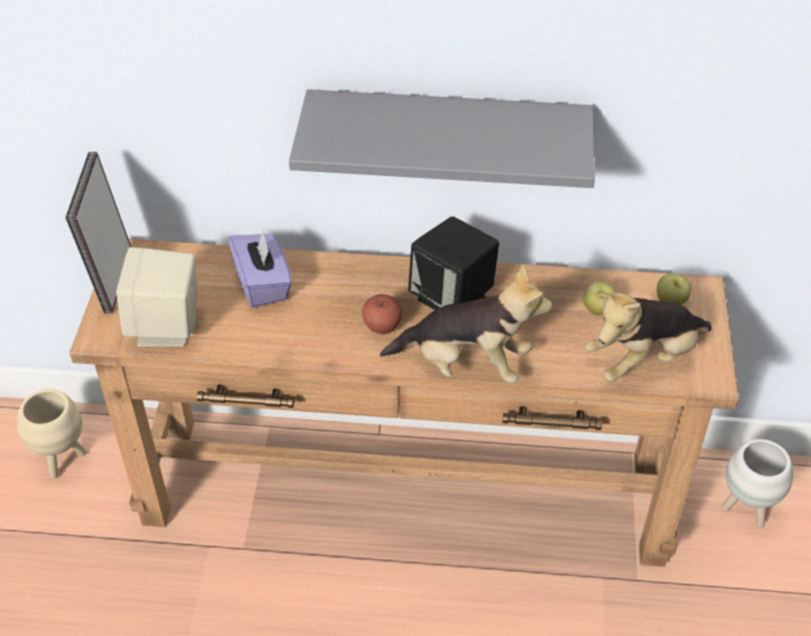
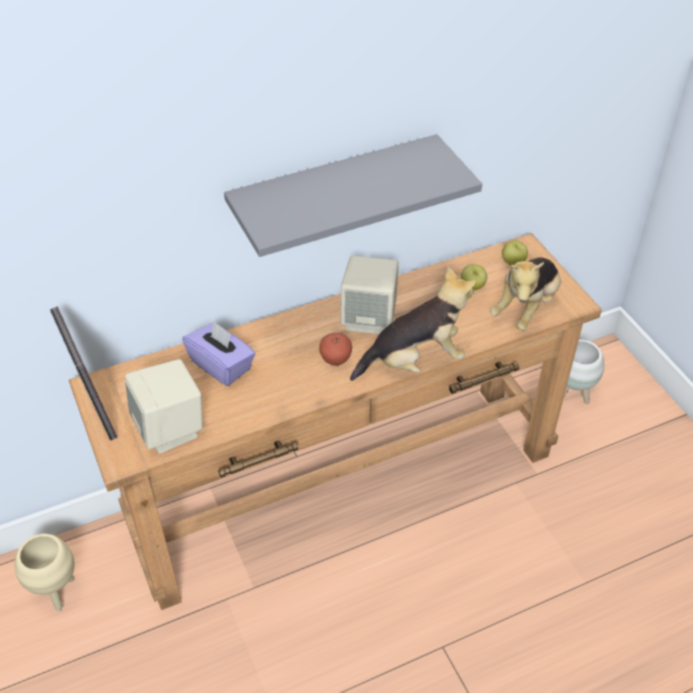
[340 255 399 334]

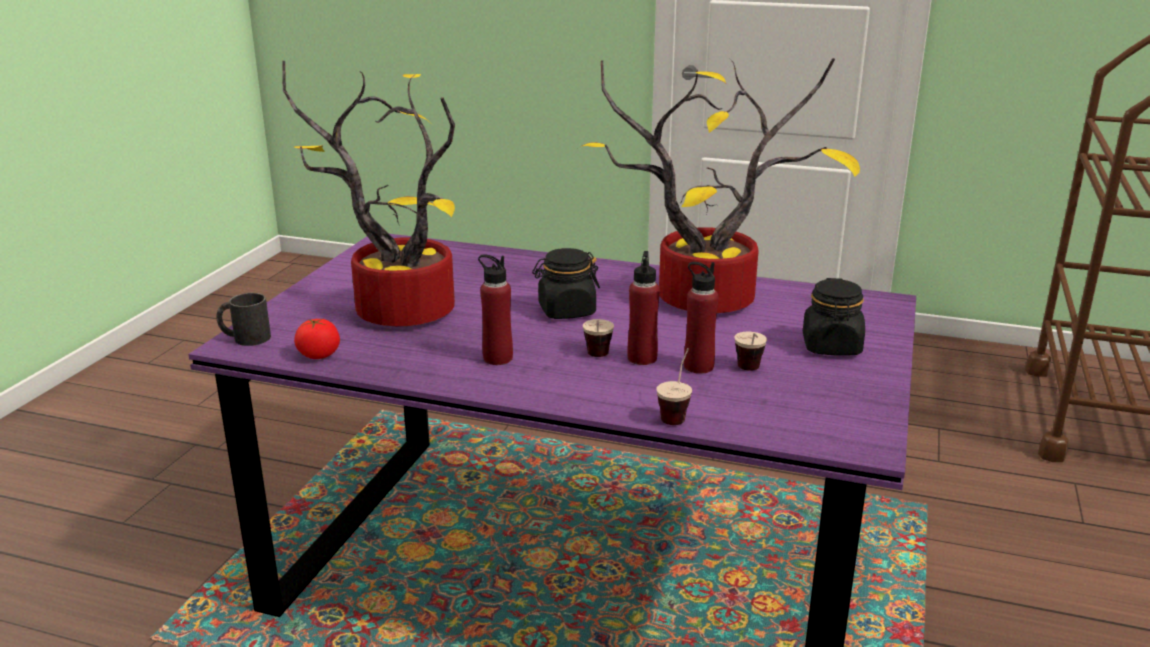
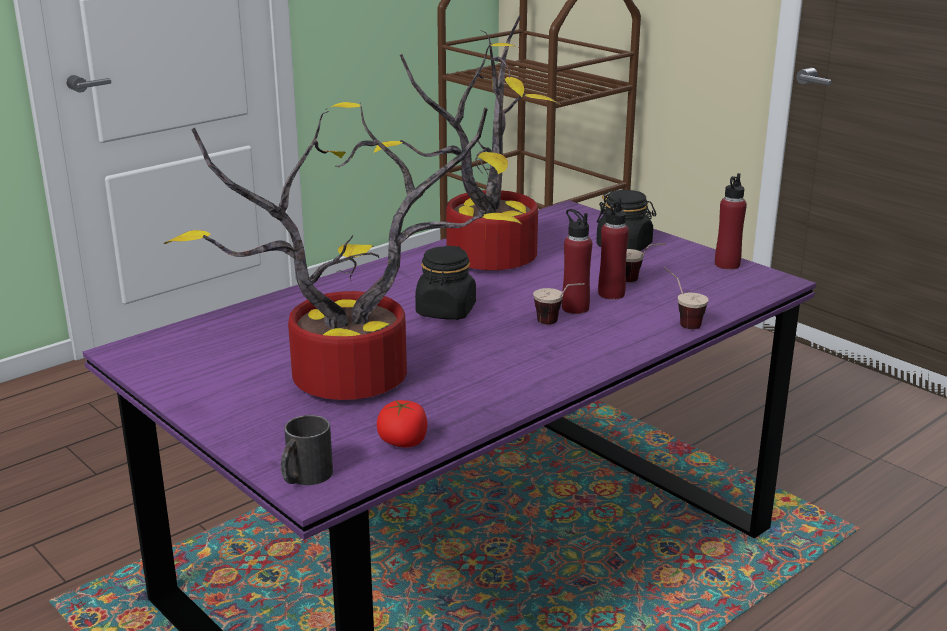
[715 173 747 270]

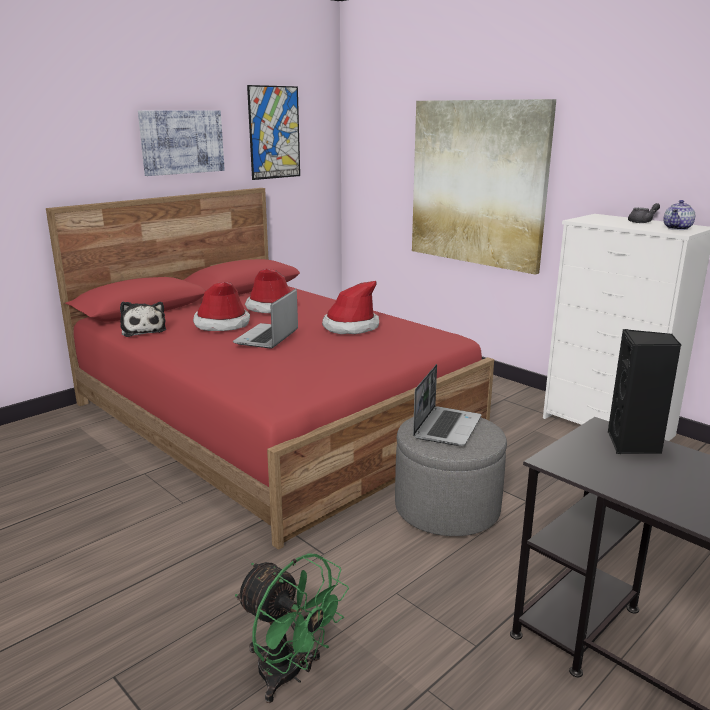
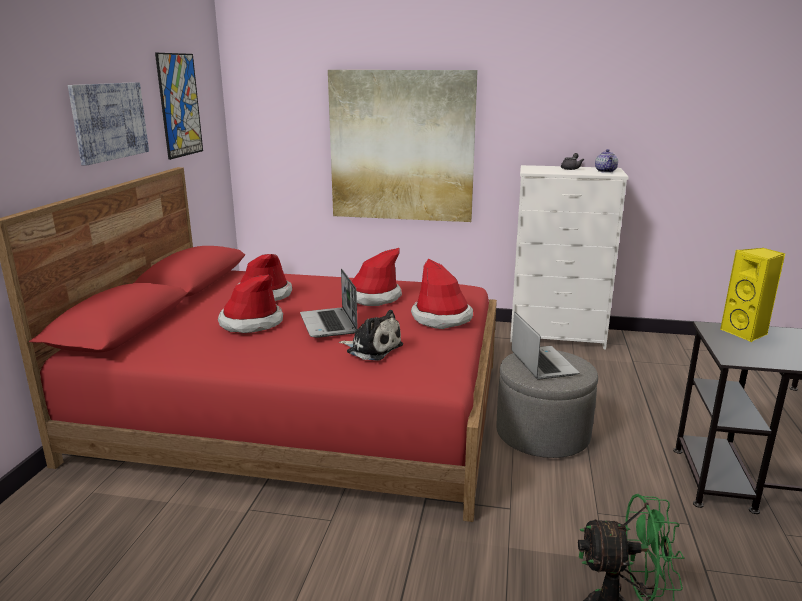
[339 310 403 361]
[720 248 785 342]
[411 259 473 329]

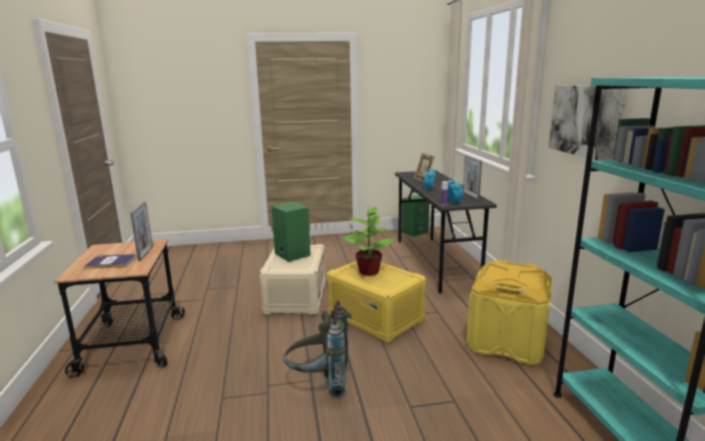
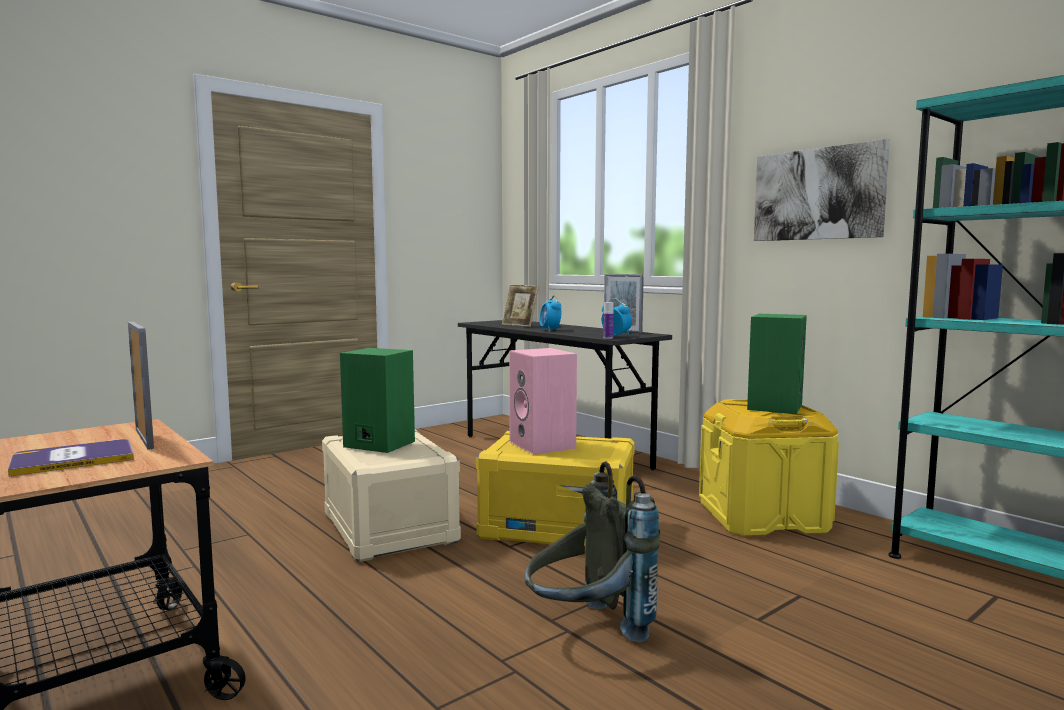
[747 314 807 414]
[509 348 577 455]

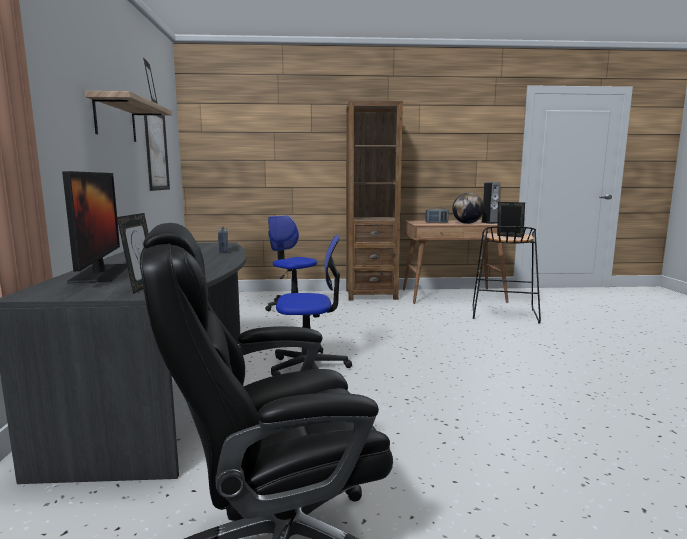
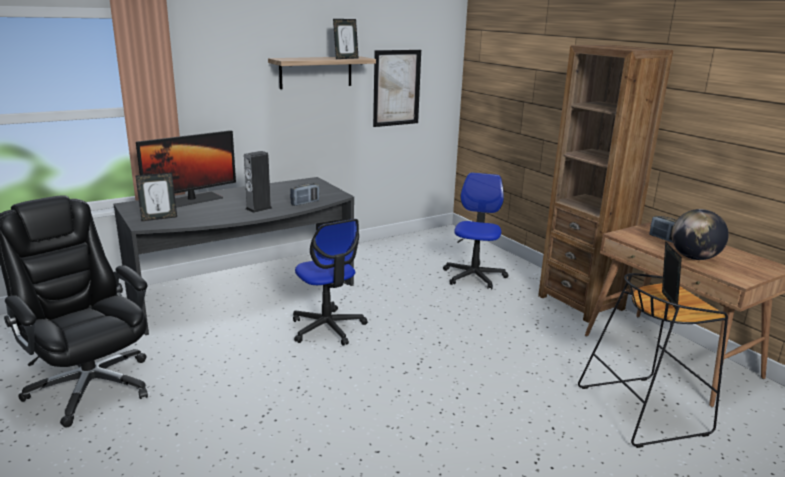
[244 151 272 213]

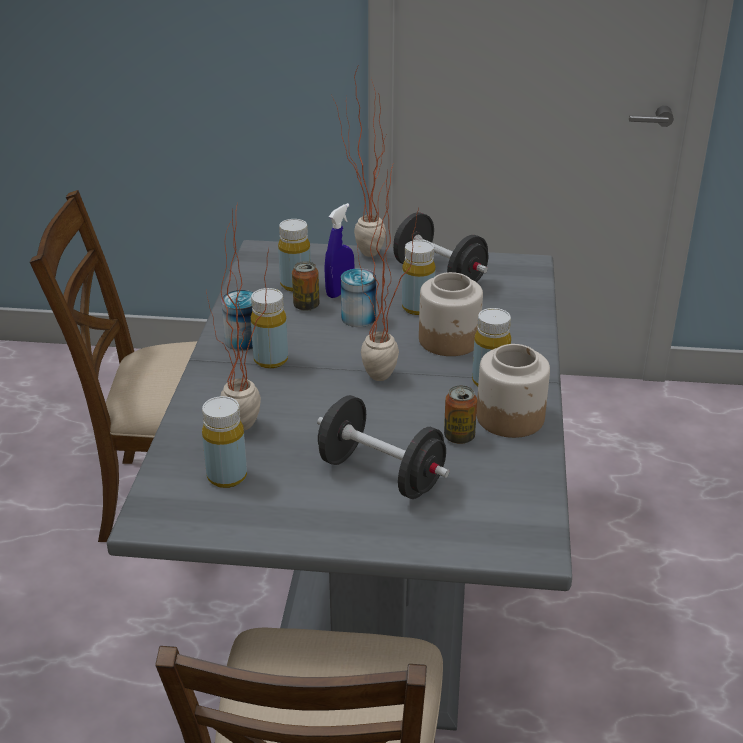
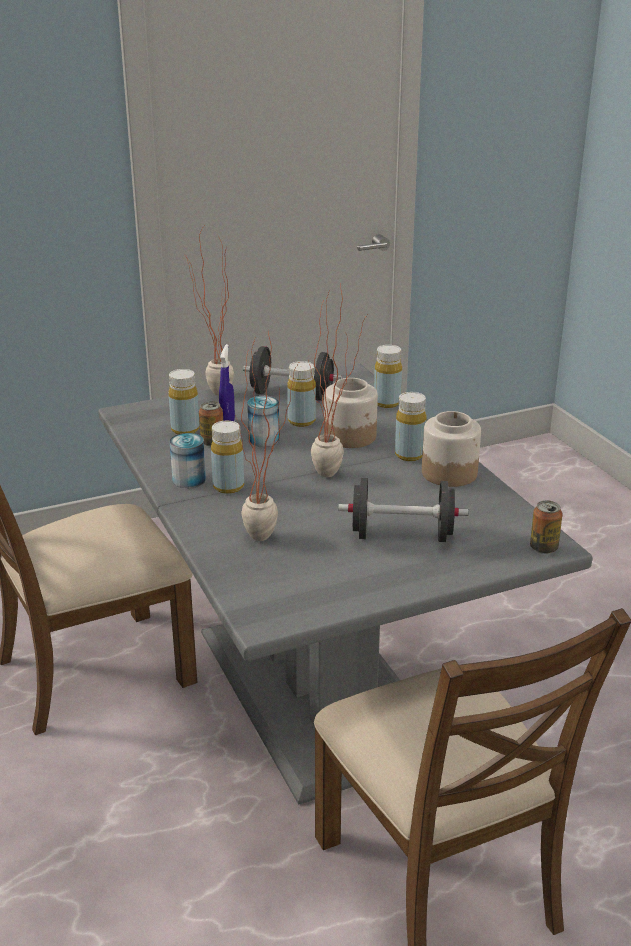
[530 500 562 554]
[374 345 402 408]

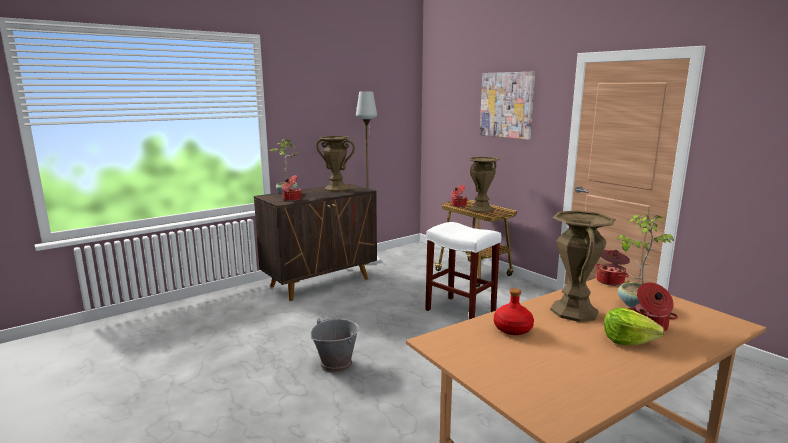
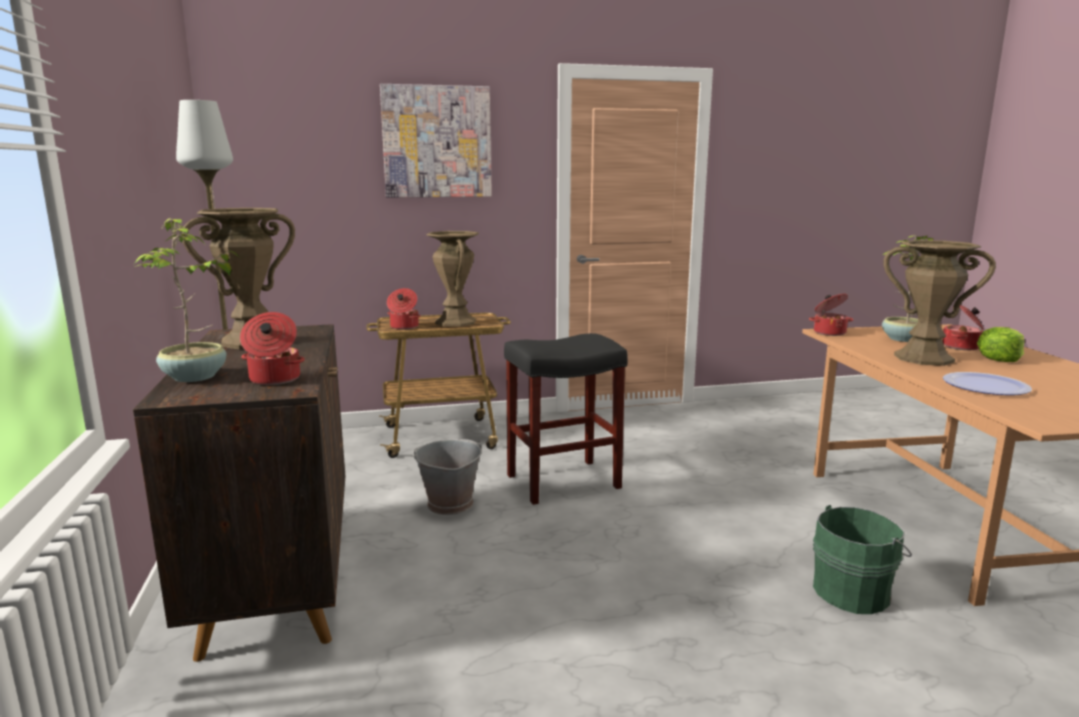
[504 333 628 505]
[943 372 1032 395]
[411 439 482 515]
[813 505 912 614]

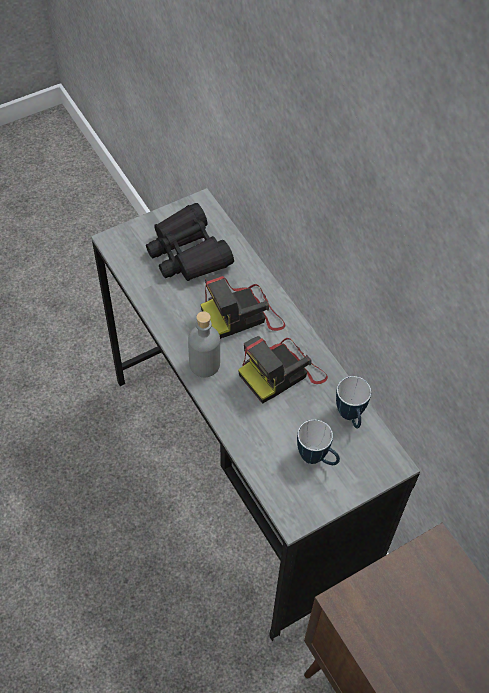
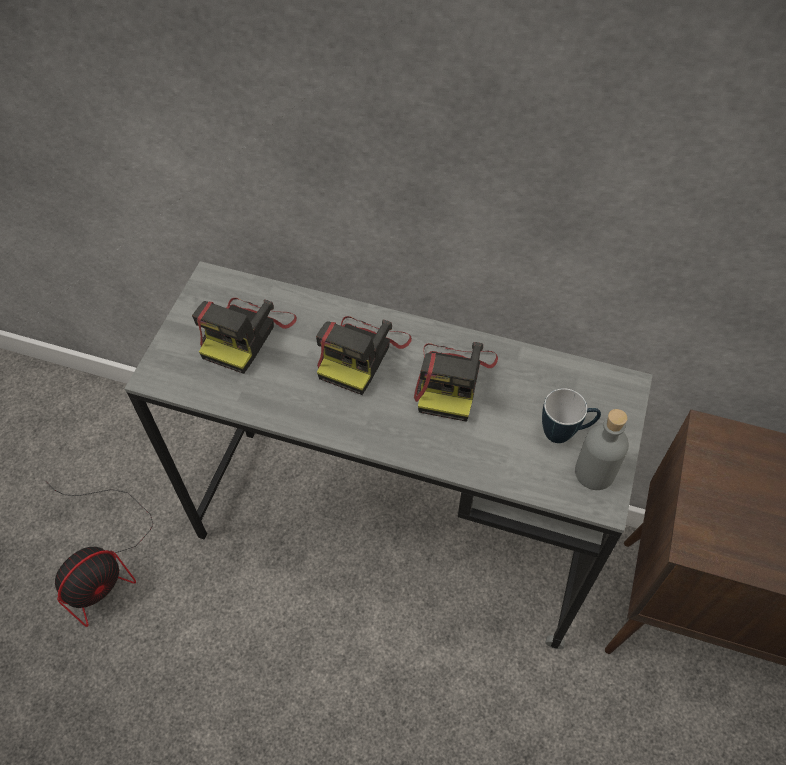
[192 298 297 374]
[575 409 629 490]
[336 376 371 428] (first image)
[46 481 153 627]

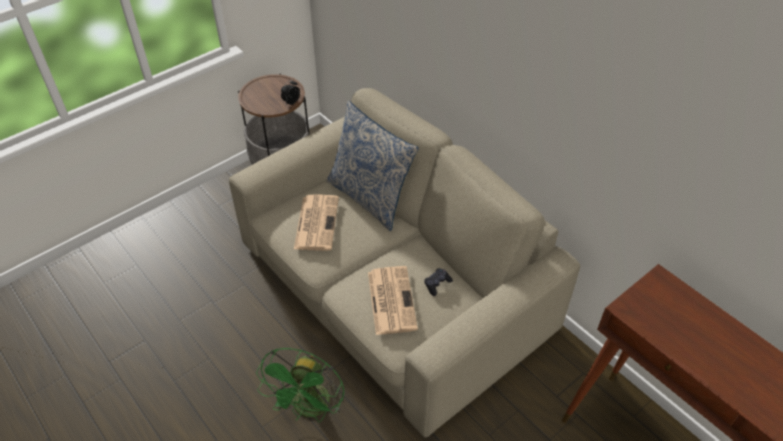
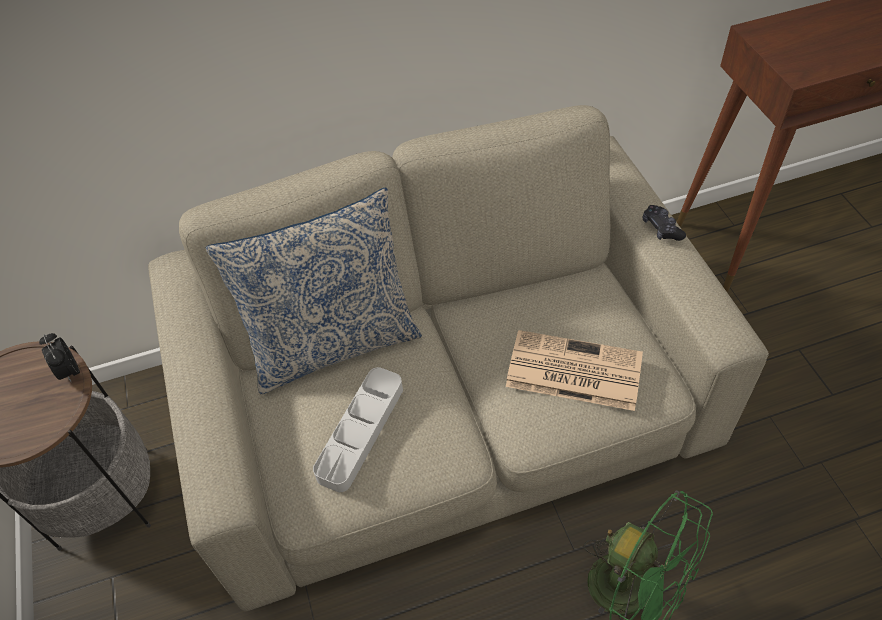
[313 367 403 492]
[643 205 686 241]

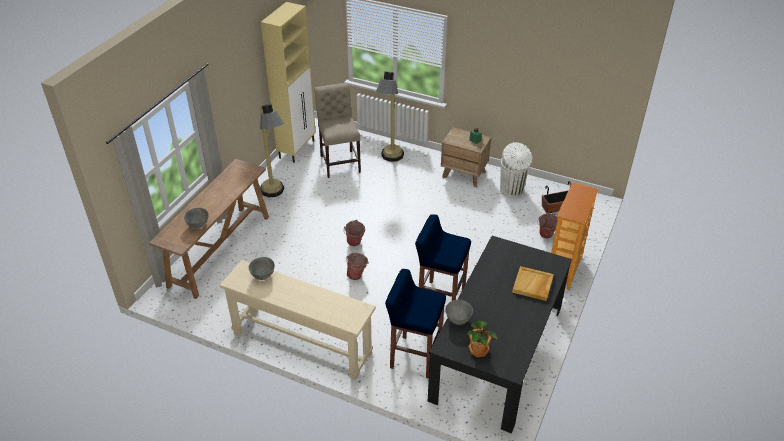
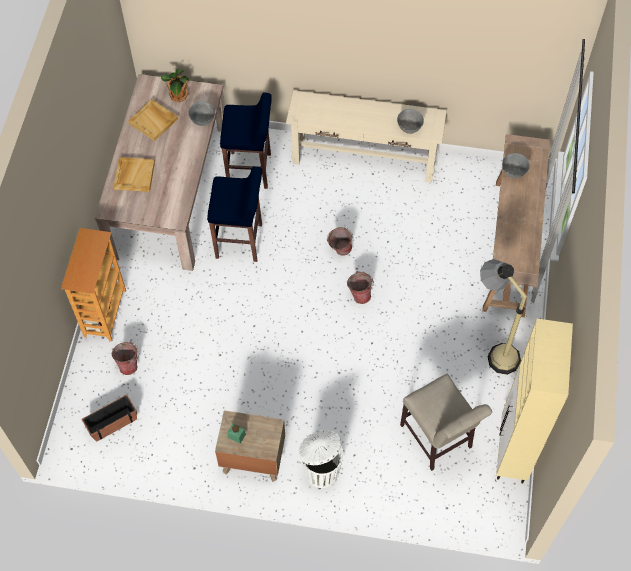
[376 71 404 162] (first image)
[299 430 343 488]
[95 74 225 271]
[128 99 178 141]

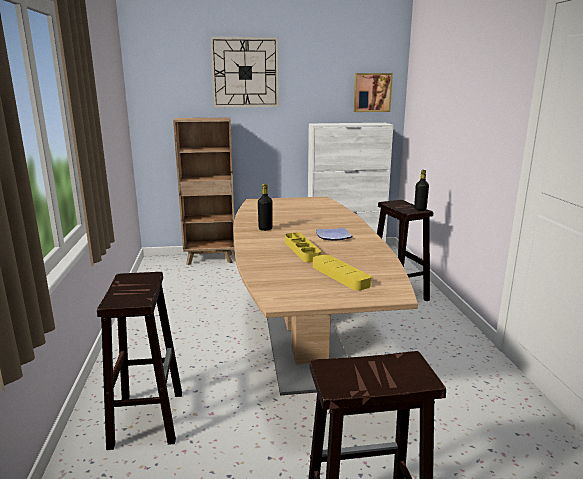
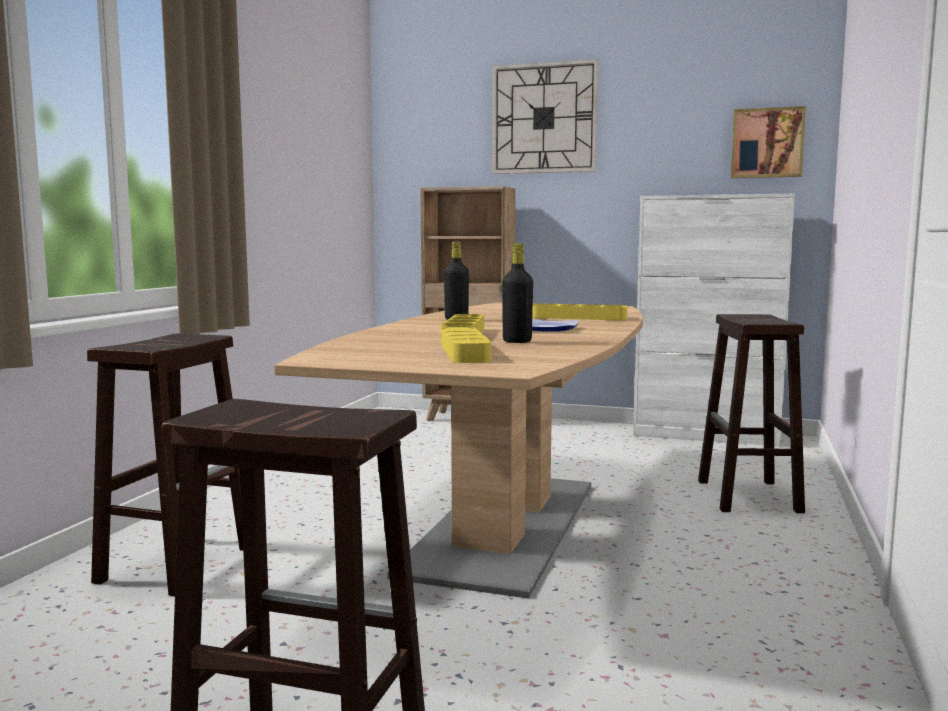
[502 243 533 343]
[532 304 627 320]

